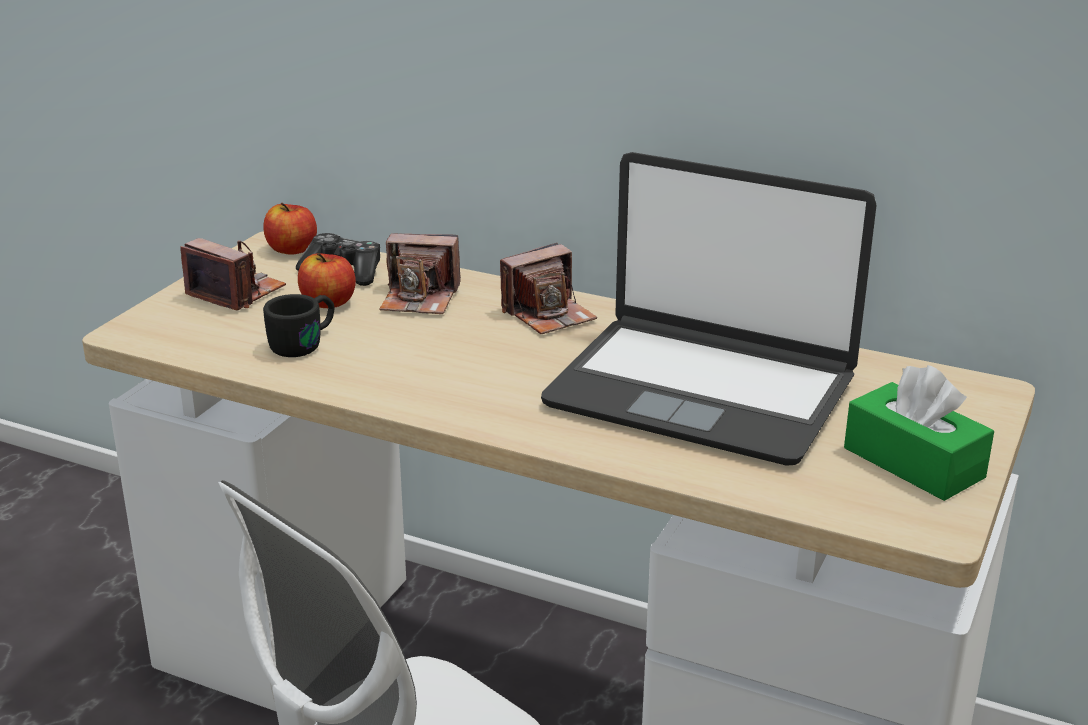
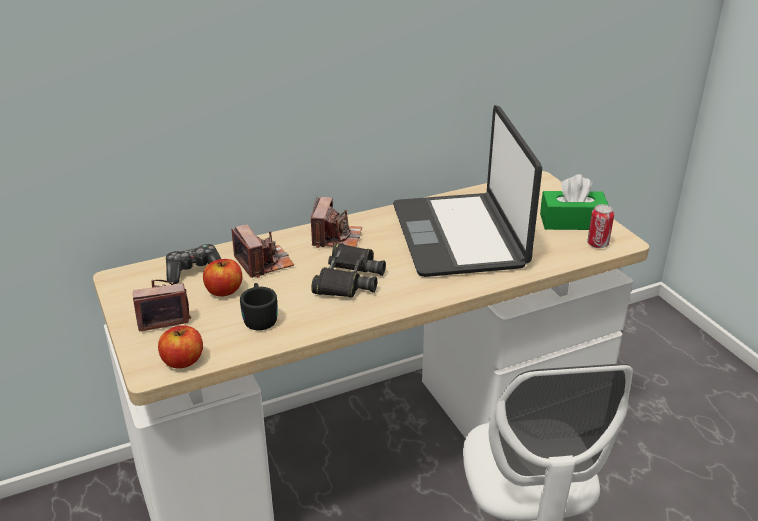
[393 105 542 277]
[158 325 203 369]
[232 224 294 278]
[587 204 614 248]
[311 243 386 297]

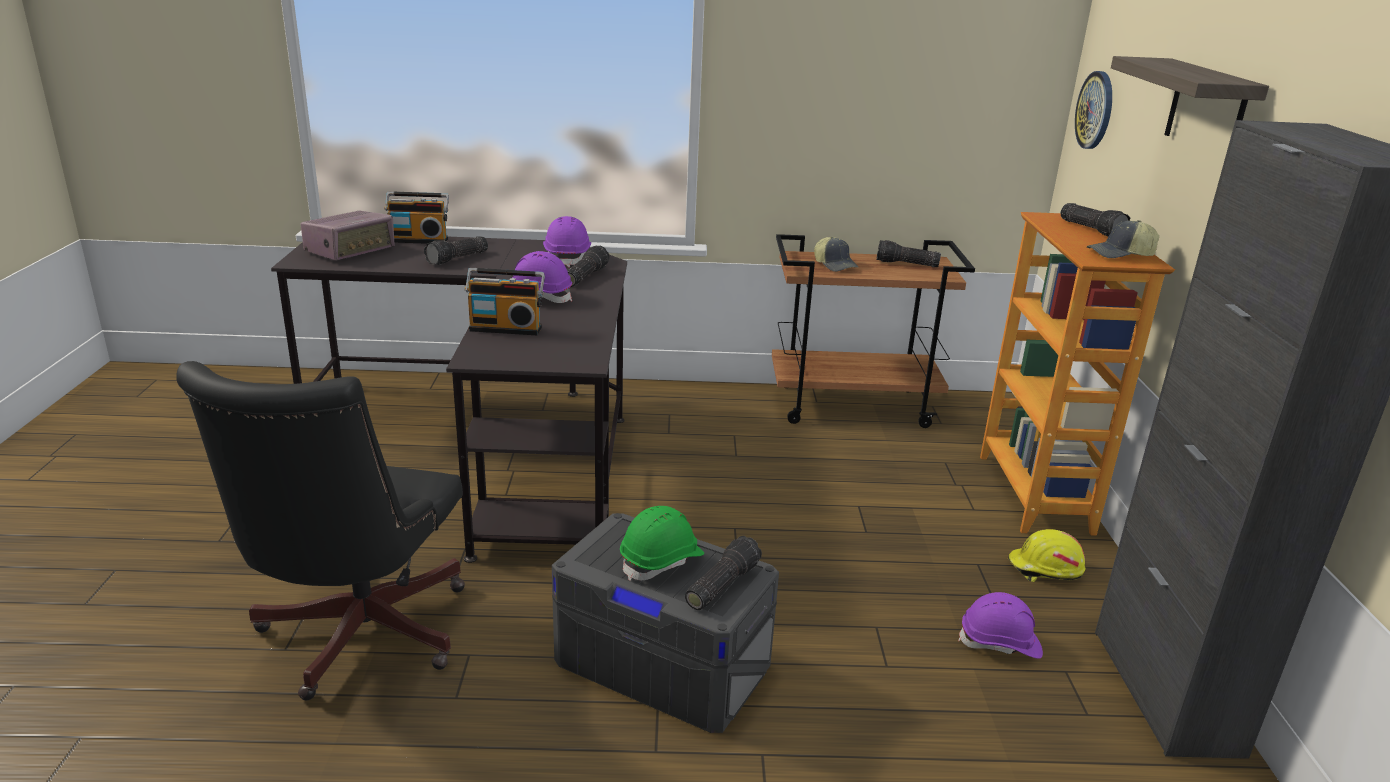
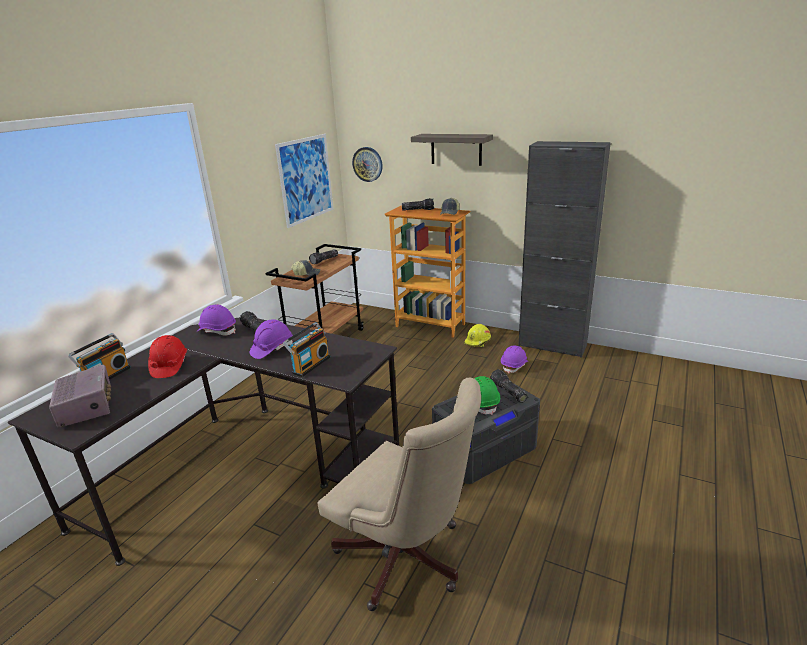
[148 335 187 378]
[318 378 481 611]
[275 134 333 228]

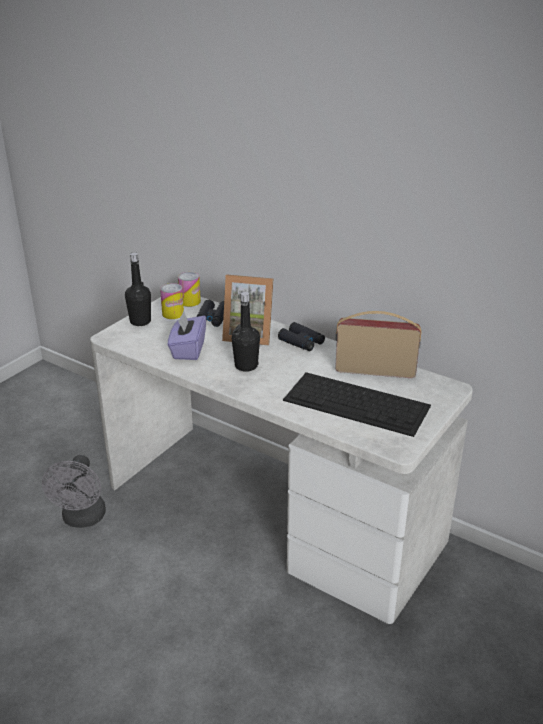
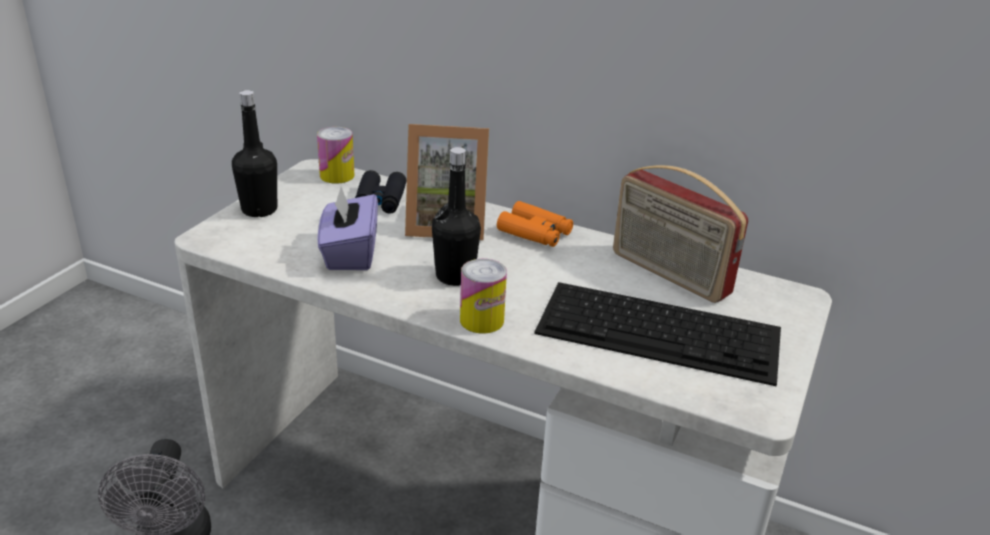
[460 259 507 334]
[613 165 748 303]
[497 201 573 247]

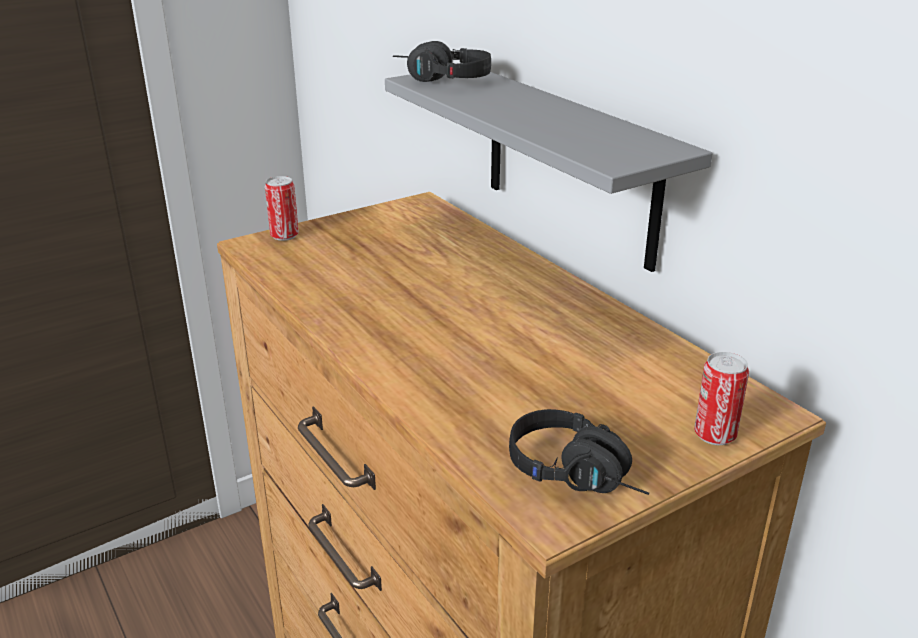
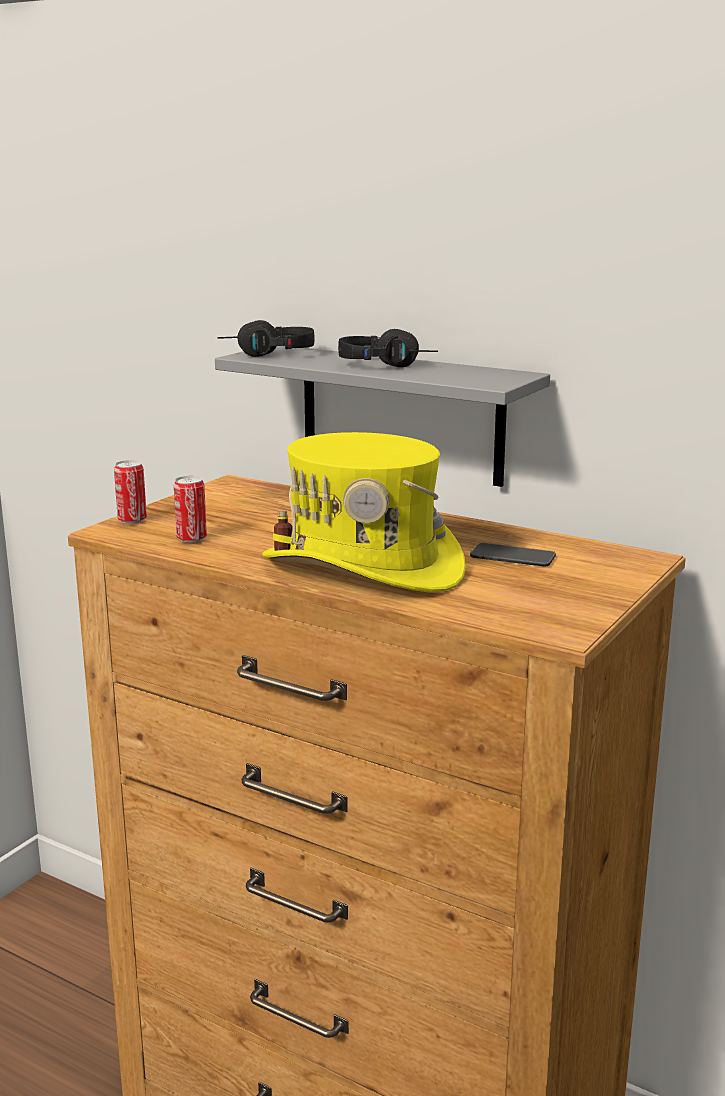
[174 476 207 543]
[338 329 438 367]
[262 432 466 592]
[470 543 556 566]

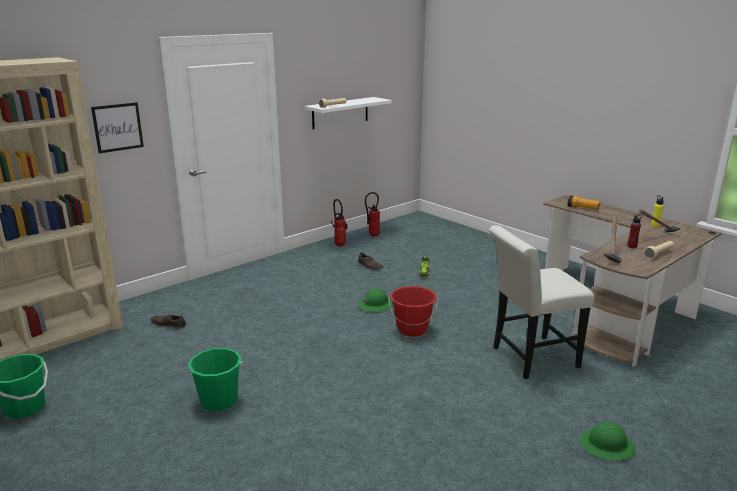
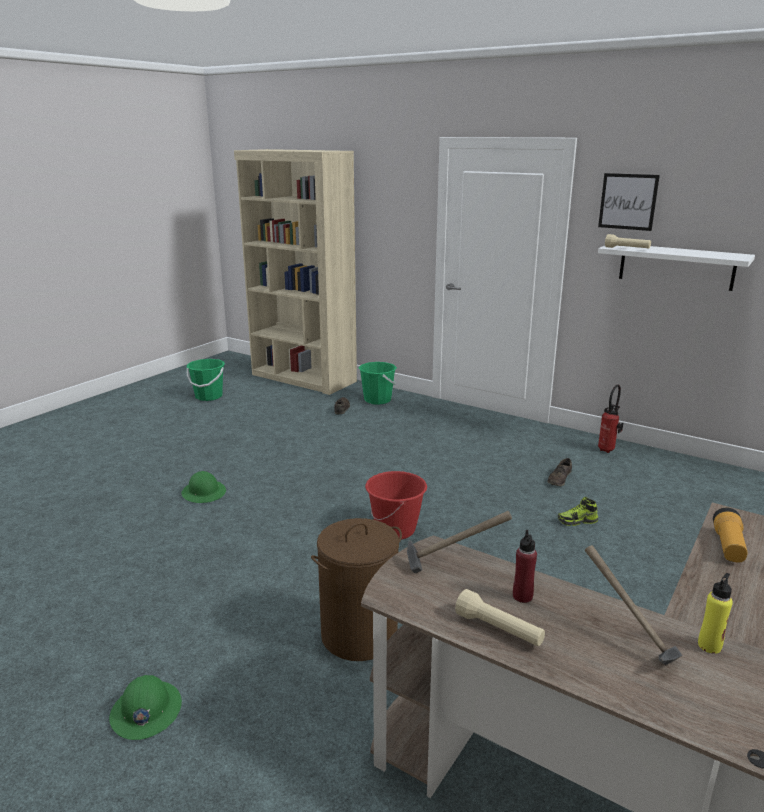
[598 173 660 231]
[365 192 380 237] (first image)
[311 518 402 661]
[181 471 226 503]
[359 362 397 405]

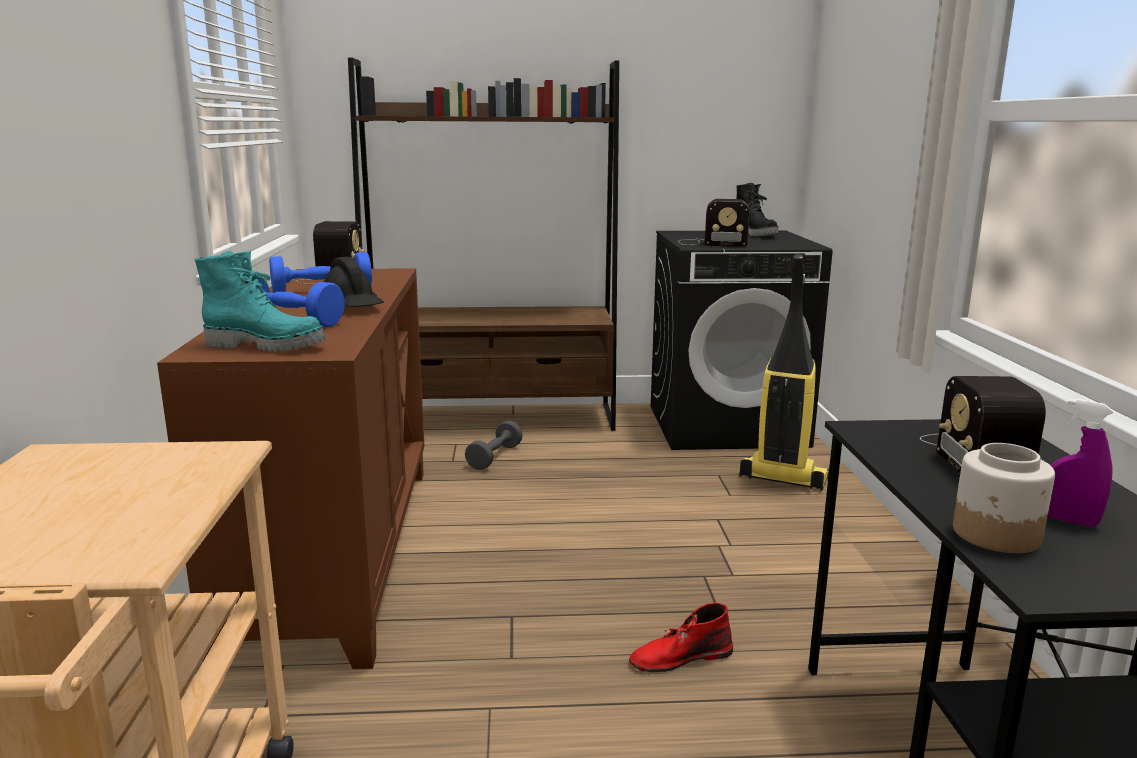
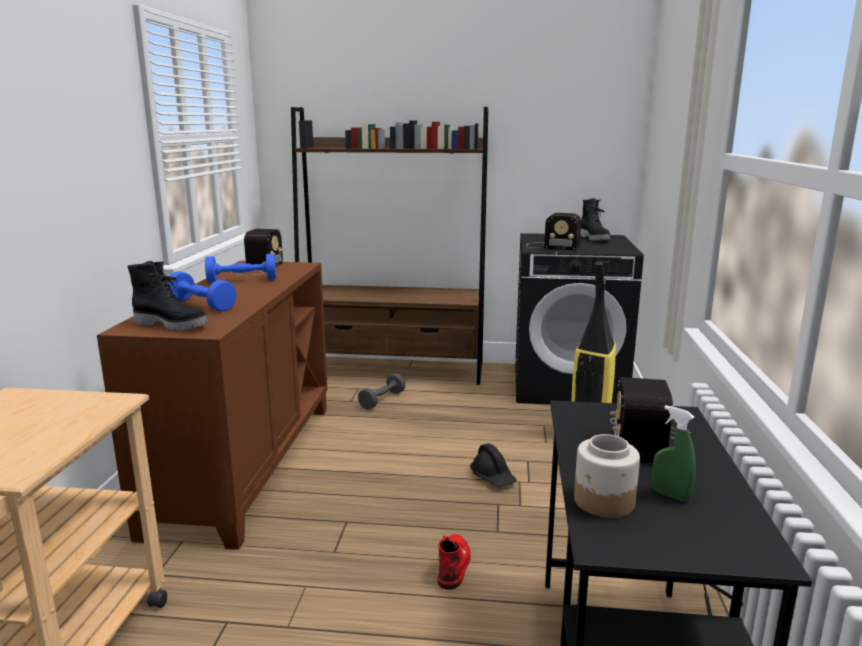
[128 261 208 331]
[470 443 517 487]
[652 405 696 502]
[437 534 471 590]

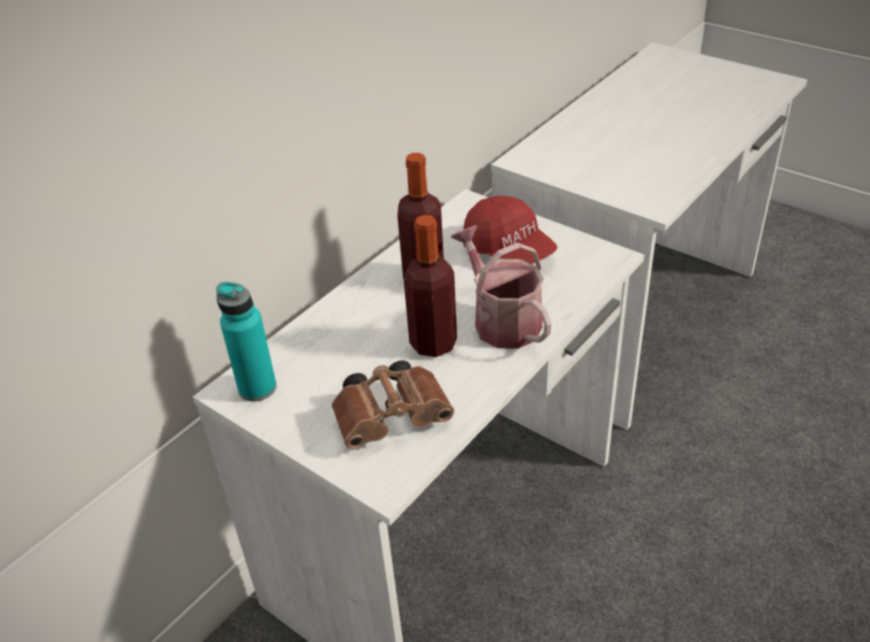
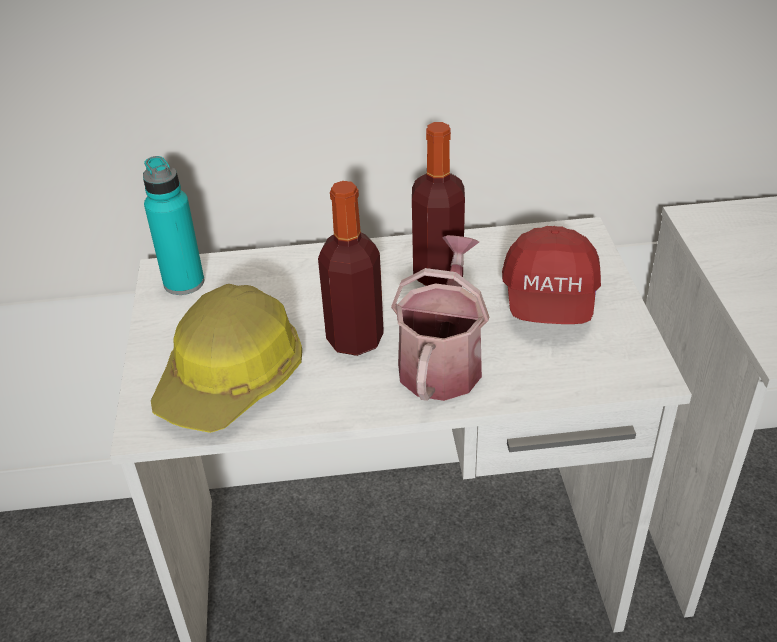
[151 284 302 433]

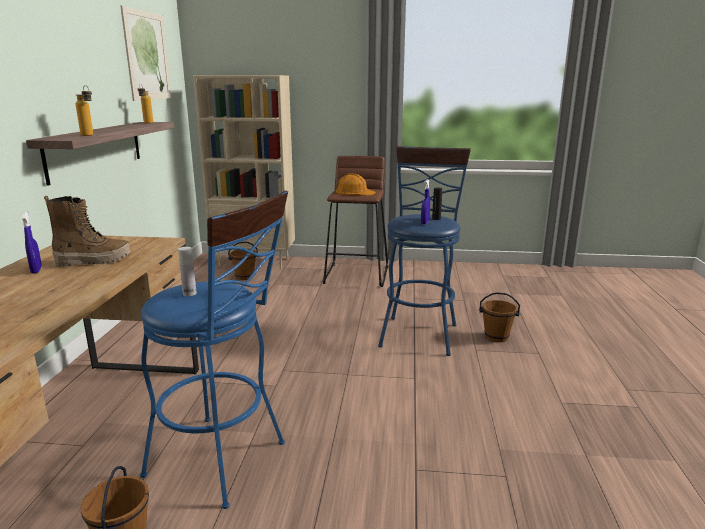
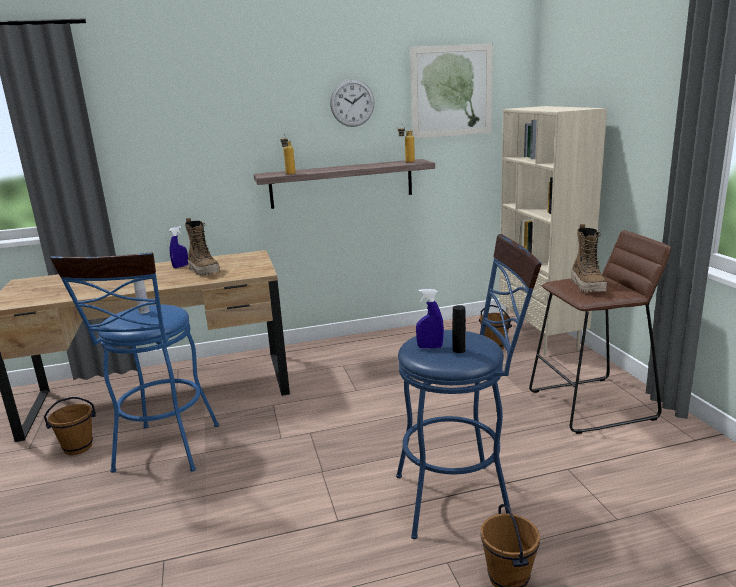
[571 224 607 293]
[330 79 374 127]

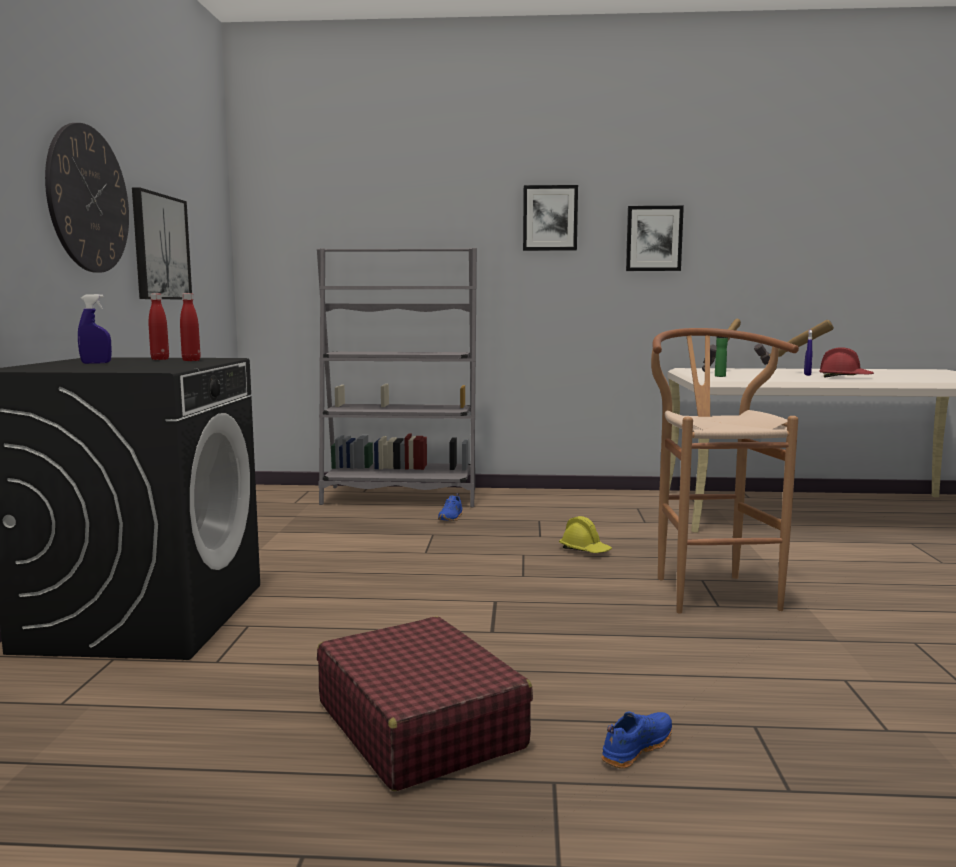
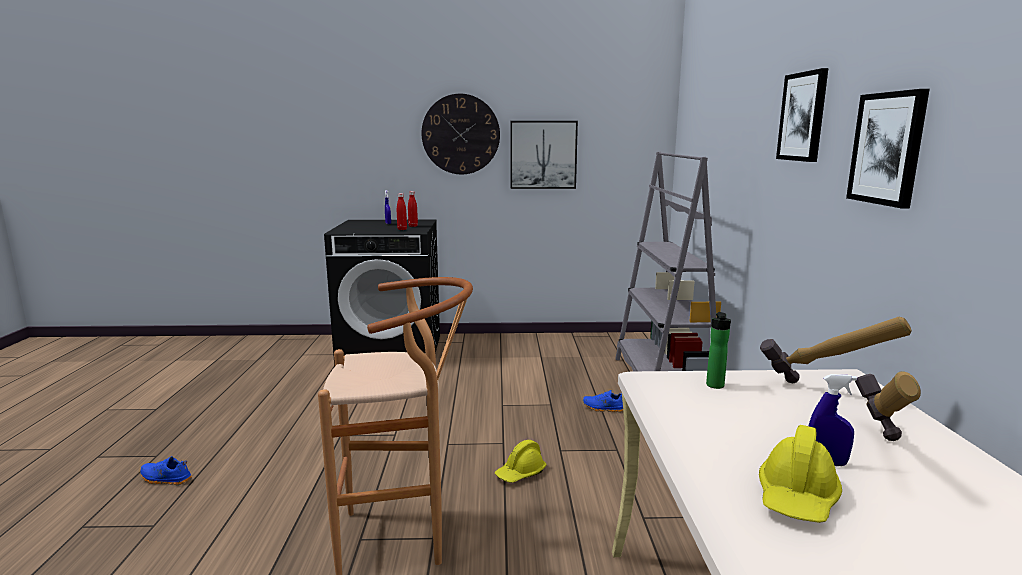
[759 425 842 523]
[317 617 533 791] (first image)
[141 456 192 485]

